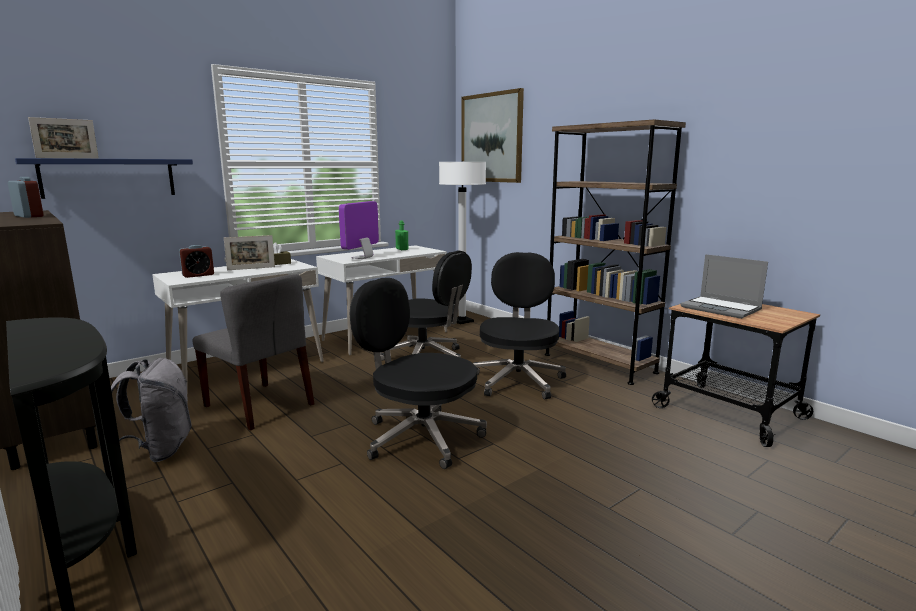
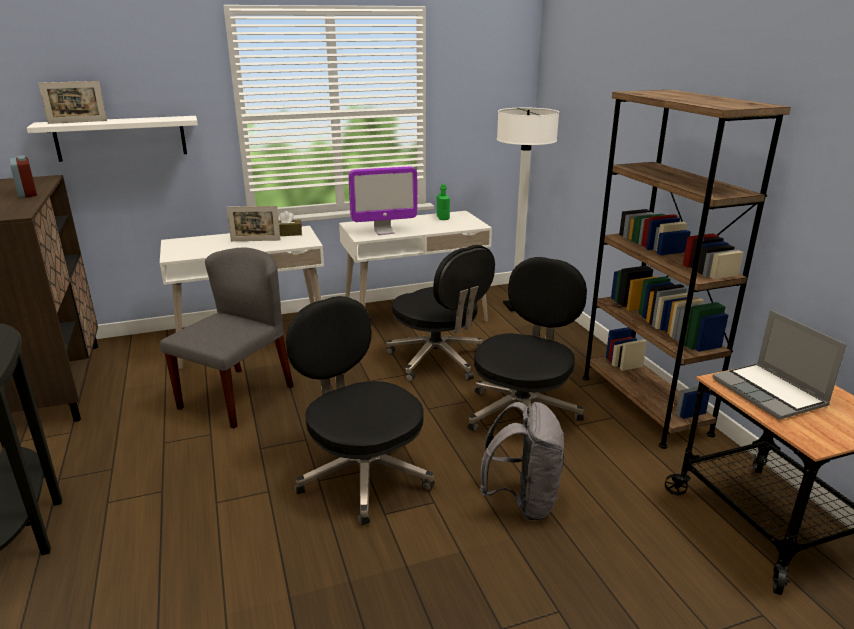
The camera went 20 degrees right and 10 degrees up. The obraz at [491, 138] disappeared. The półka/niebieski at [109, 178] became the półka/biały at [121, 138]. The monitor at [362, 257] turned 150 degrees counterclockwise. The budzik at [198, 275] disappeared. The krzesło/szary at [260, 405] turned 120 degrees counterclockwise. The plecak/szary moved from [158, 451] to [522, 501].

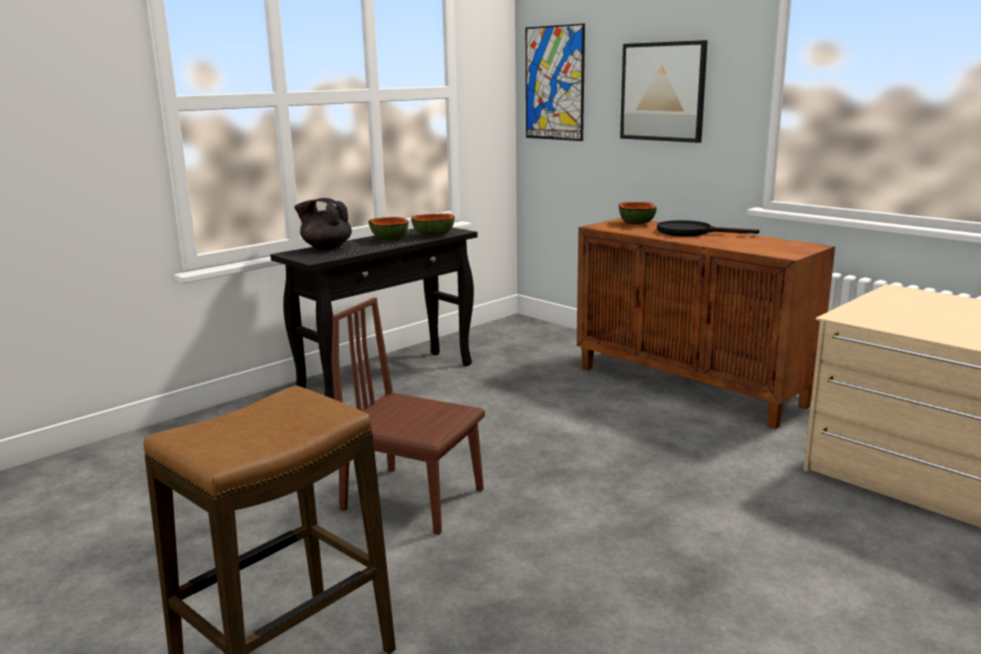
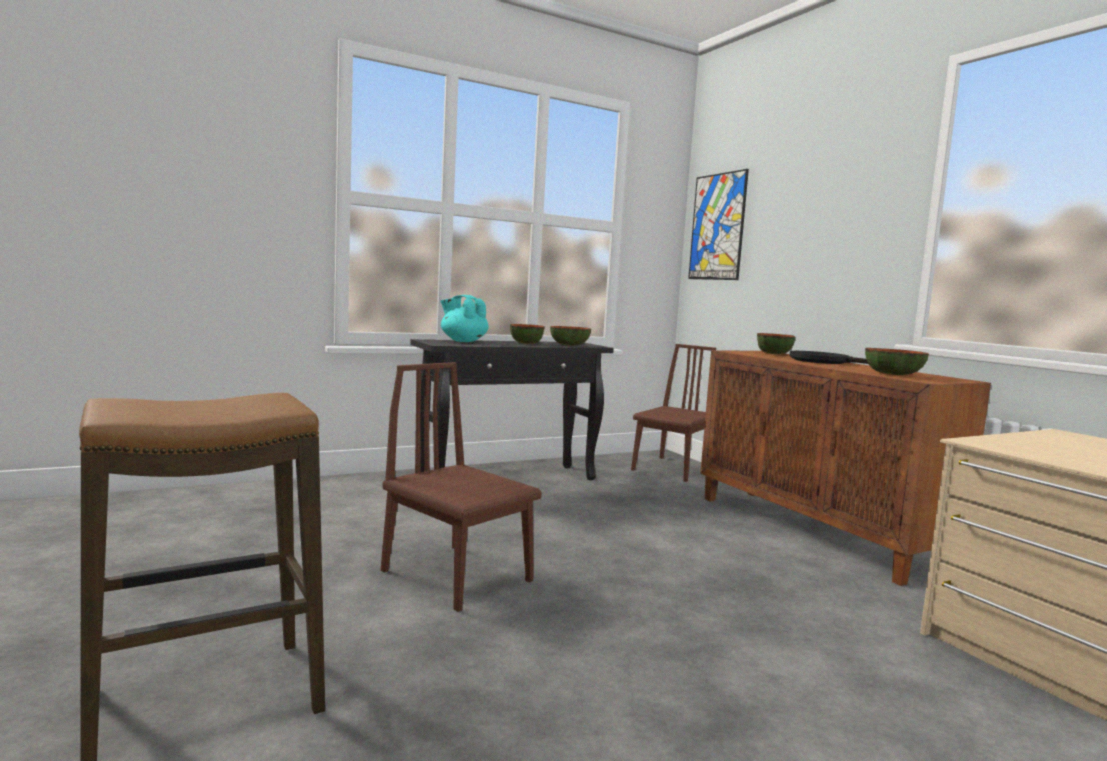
The camera went 15 degrees right and 10 degrees down. The obraz at [662, 92] disappeared. The imbryk/czarny at [326, 248] became the imbryk/turkusowy at [463, 341]. The krzesło/brązowy at [672, 469] appeared. The miska at [893, 374] appeared.

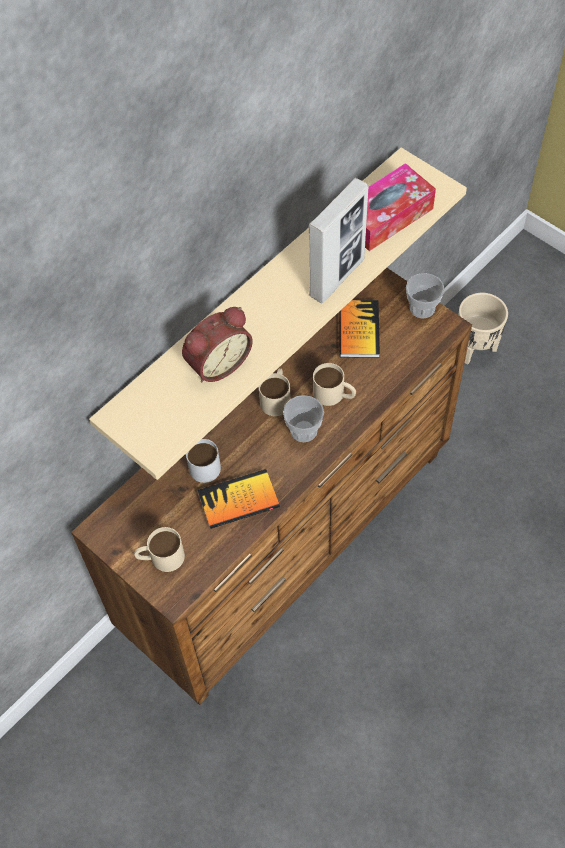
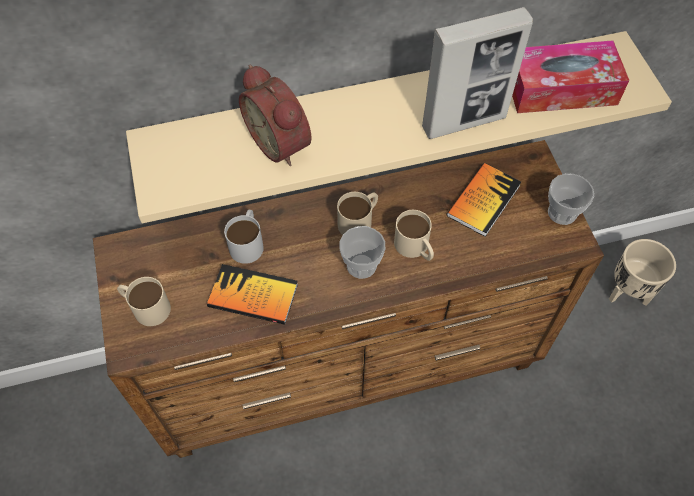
The camera went 30 degrees right and 0 degrees up. The budzik at [217, 362] turned 60 degrees clockwise.

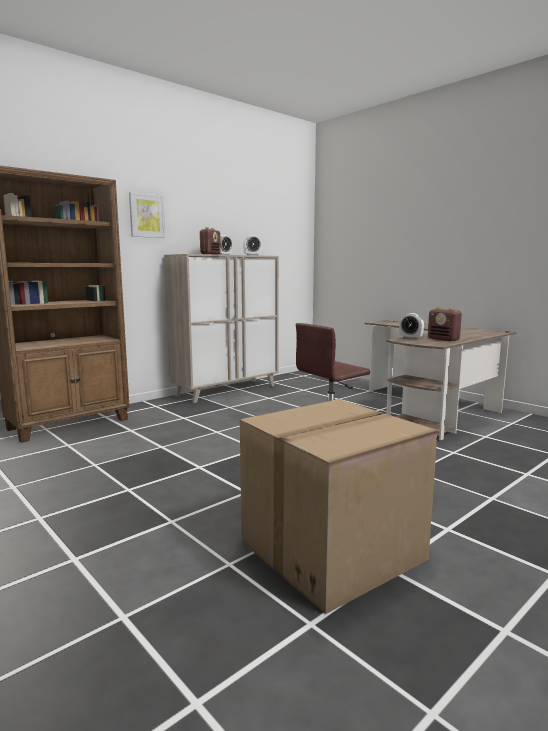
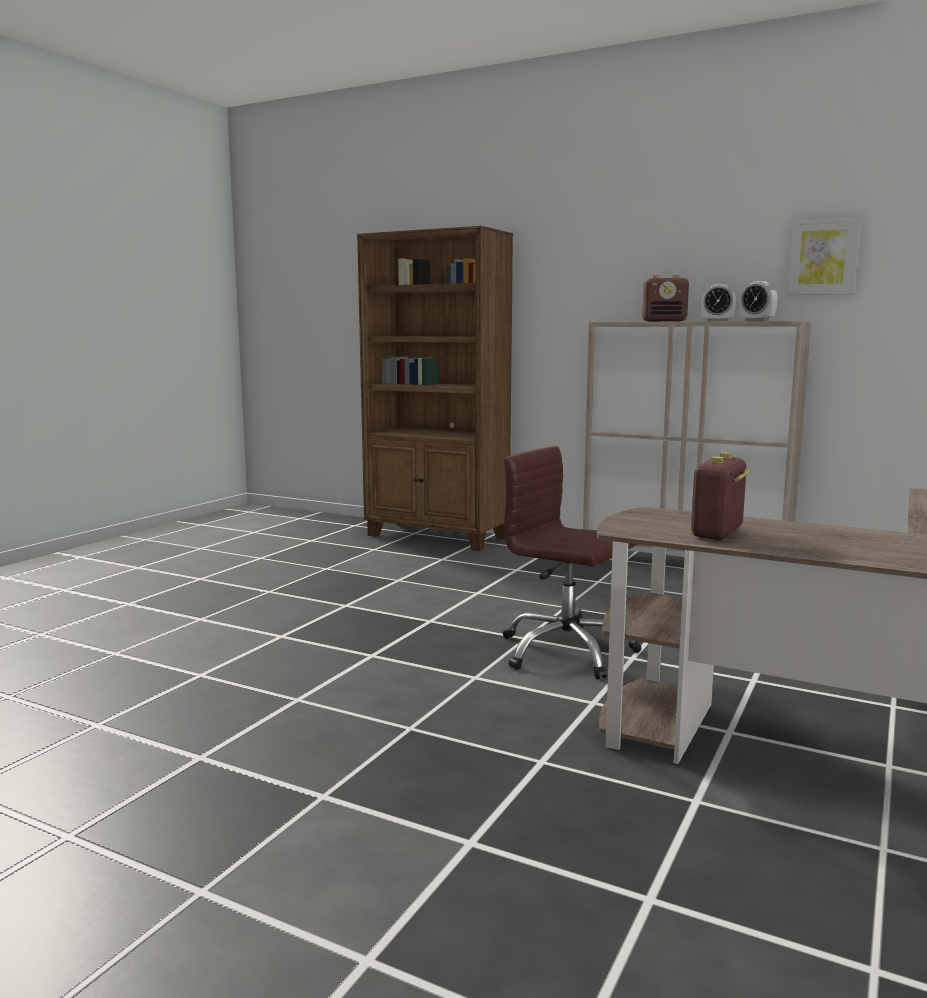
The camera went 70 degrees right and 0 degrees up. The obraz moved from [147, 215] to [822, 257]. The budzik at [410, 338] disappeared. The karton at [331, 552] disappeared.

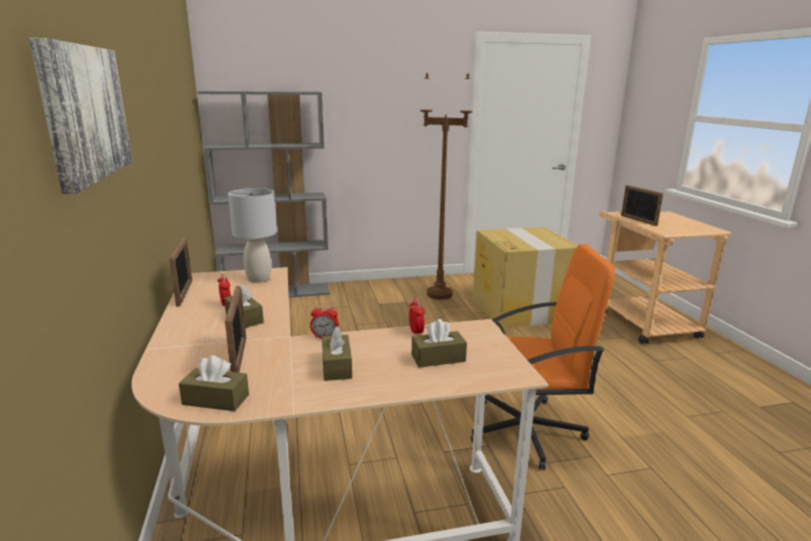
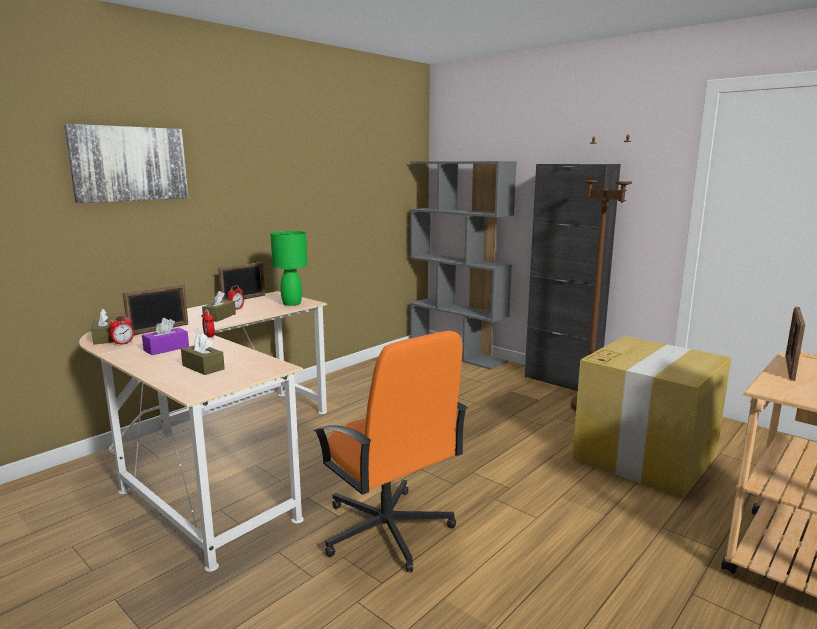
The camera went 55 degrees right and 5 degrees down. The lampa stołowa/szary at [258, 279] became the lampa stołowa/zielony at [291, 303]. The budzik moved from [416, 332] to [123, 343]. The pudełko chusteczek/brązowy at [336, 366] became the pudełko chusteczek/fioletowy at [166, 348]. The szafka/czarny at [561, 381] appeared.

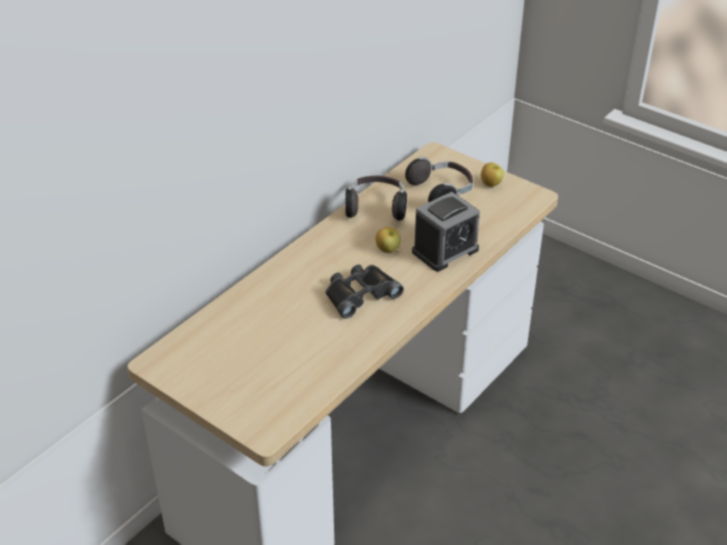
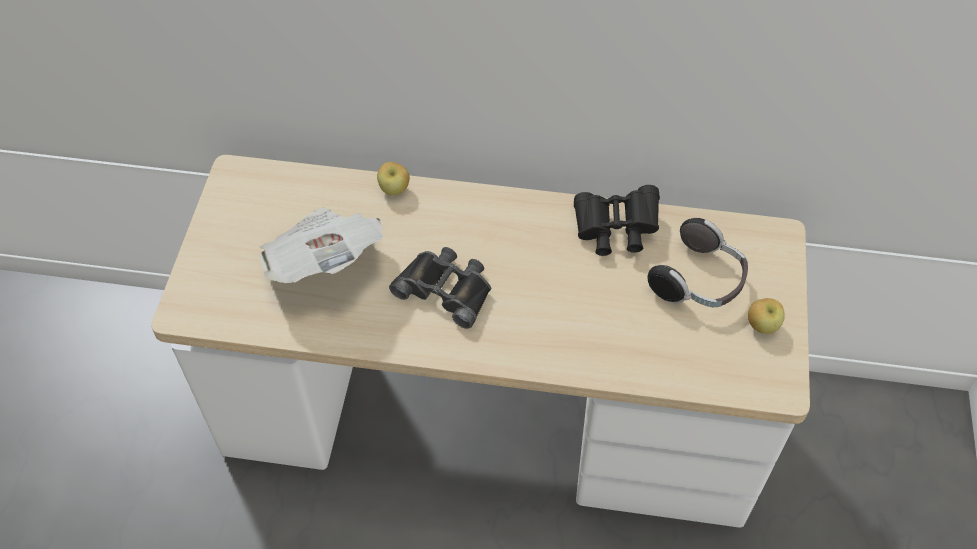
The camera went 60 degrees right and 15 degrees up. The słuchawki at [376, 208] was replaced by the lornetka/czarny at [615, 230]. The budzik at [445, 251] disappeared. The jabłko moved from [388, 250] to [394, 190]. The gazeta at [324, 262] appeared.

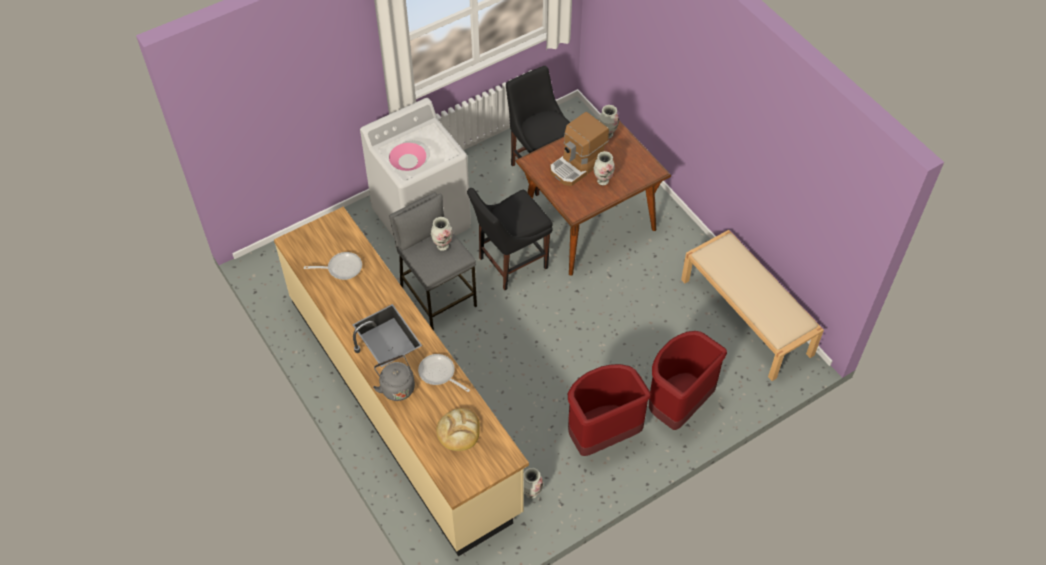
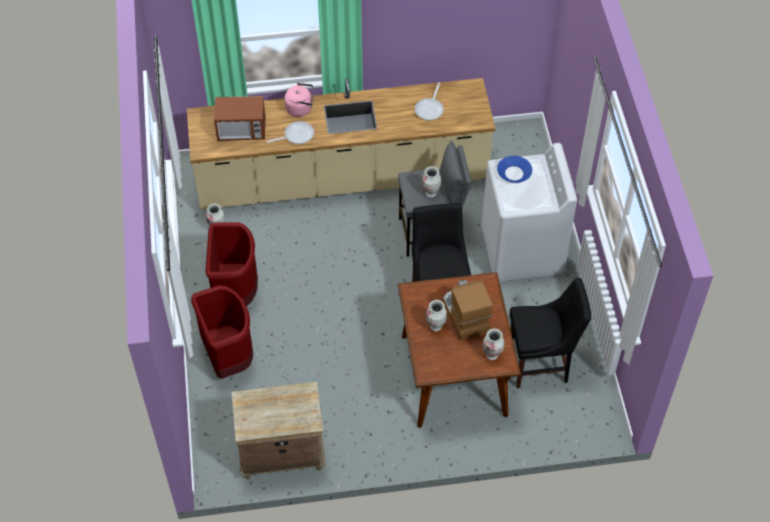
The camera went 115 degrees right and 0 degrees up. The miska/różowy at [408, 161] became the miska/niebieski at [514, 173]. The ławka/beżowy at [747, 317] was replaced by the szafka nocna/beżowy at [281, 453]. The czajnik/szary at [396, 387] became the czajnik/różowy at [301, 108]. The chleb at [458, 431] was replaced by the mikrofalówka at [241, 131].

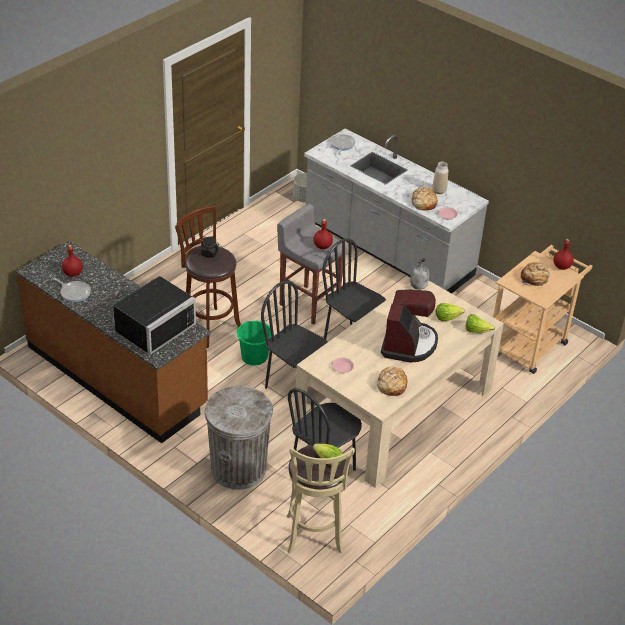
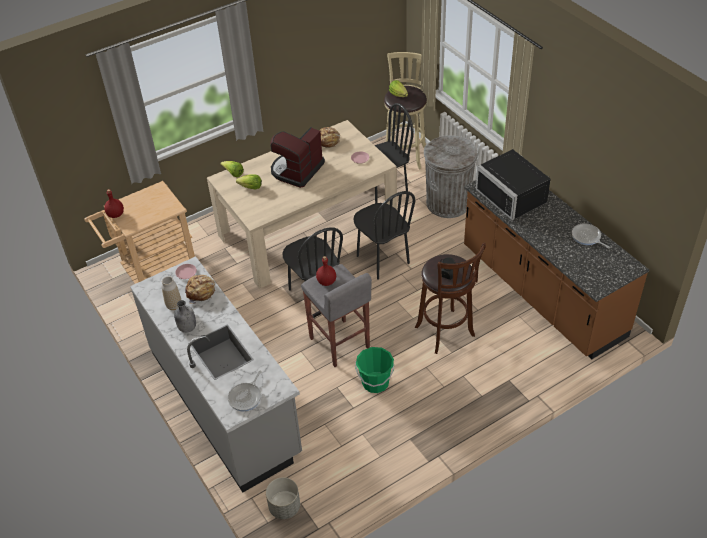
The camera went 160 degrees left and 5 degrees up. The butelka/czerwony at [73, 273] disappeared. The butelka/szary moved from [418, 286] to [187, 328]. The chleb at [534, 278] disappeared. The mikrofalówka/czarny at [152, 326] turned 90 degrees counterclockwise. The wiadro/zielony moved from [254, 357] to [375, 383].

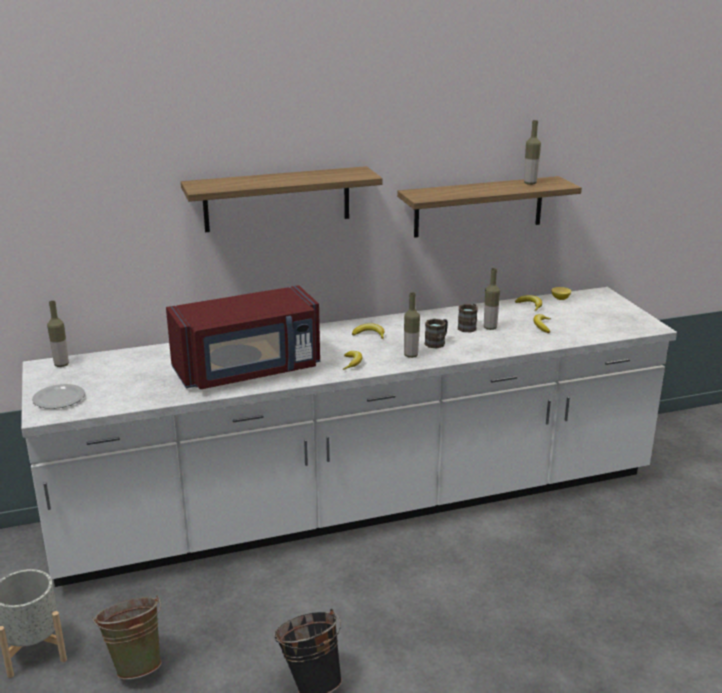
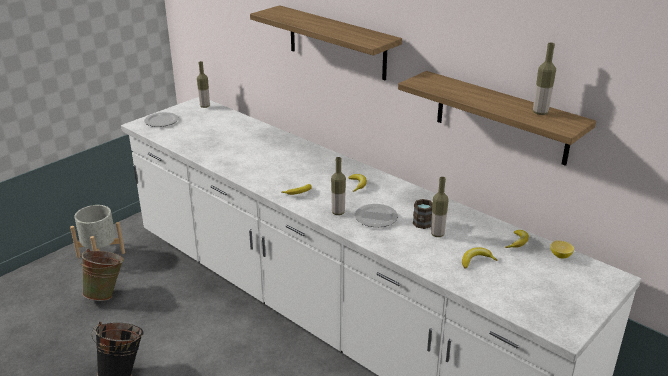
The camera went 60 degrees right and 5 degrees up. The mikrofalówka/czerwony at [248, 371] disappeared. The kubek/brązowy at [437, 342] was replaced by the talerz at [376, 217].

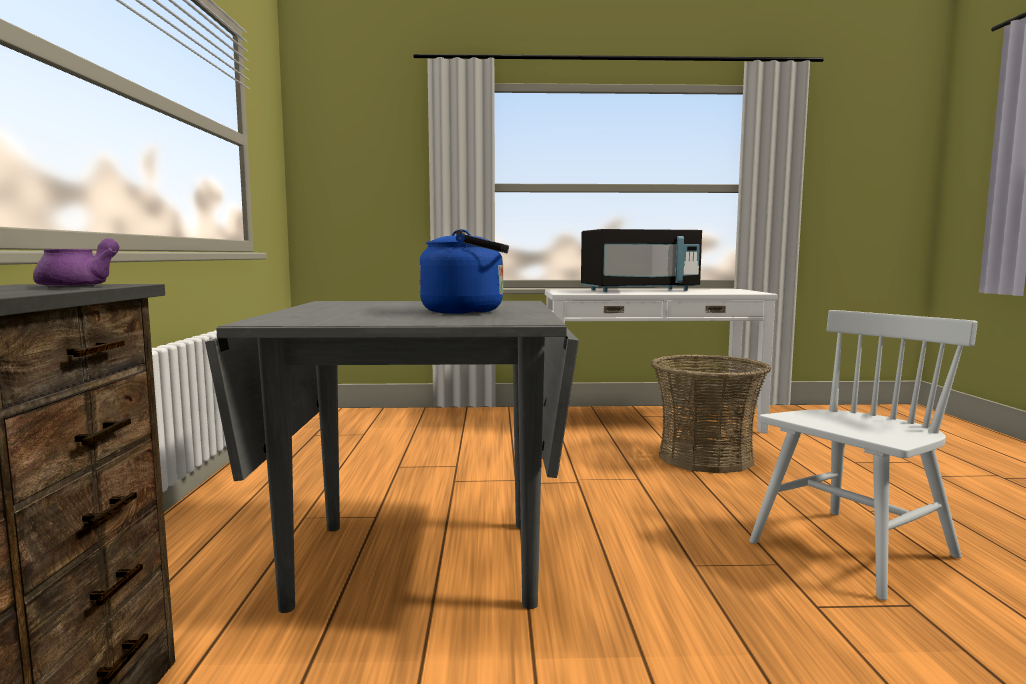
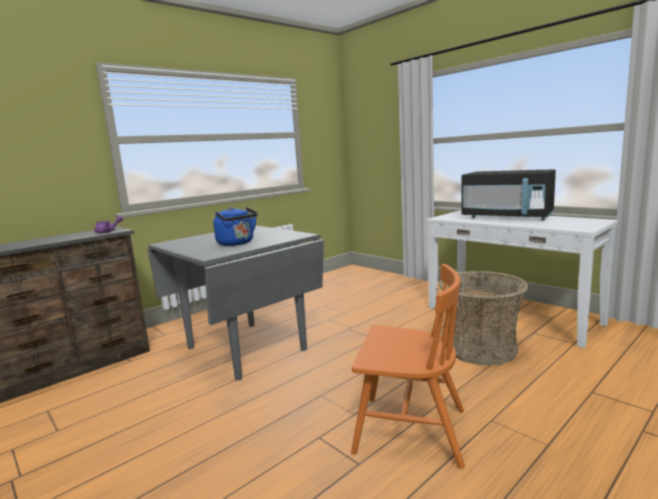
The camera went 50 degrees right and 5 degrees up. The krzesło/biały at [853, 550] became the krzesło/pomarańczowy at [409, 430].

